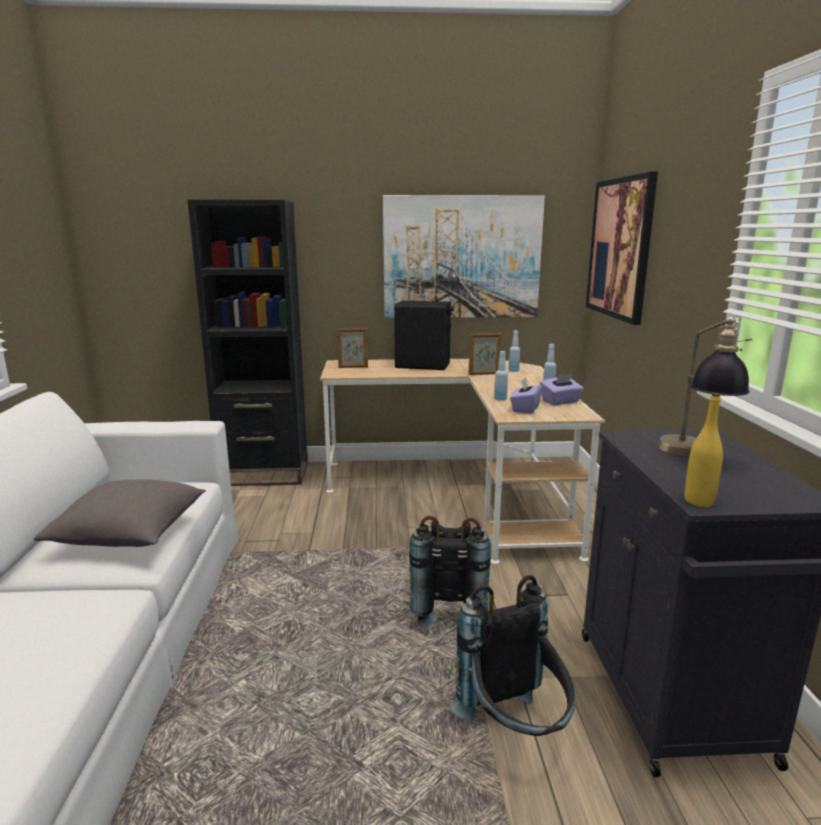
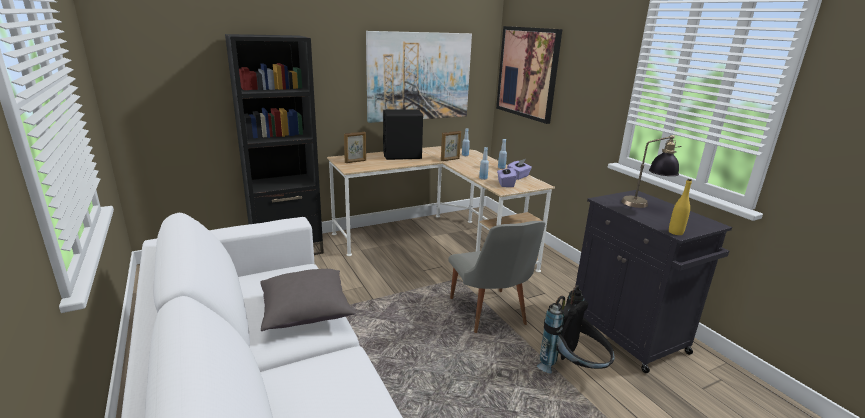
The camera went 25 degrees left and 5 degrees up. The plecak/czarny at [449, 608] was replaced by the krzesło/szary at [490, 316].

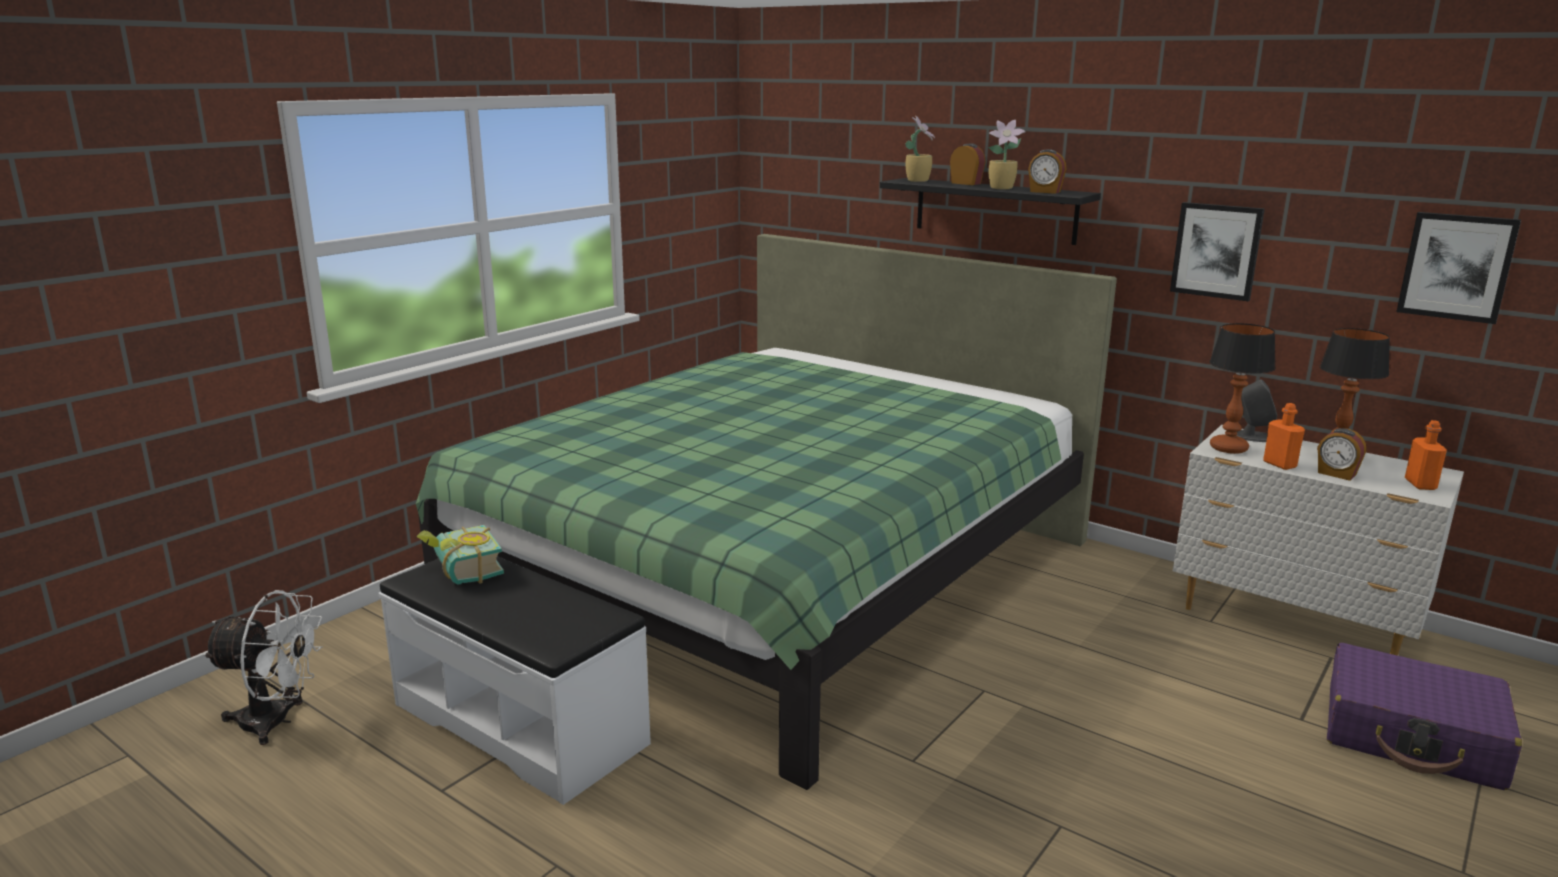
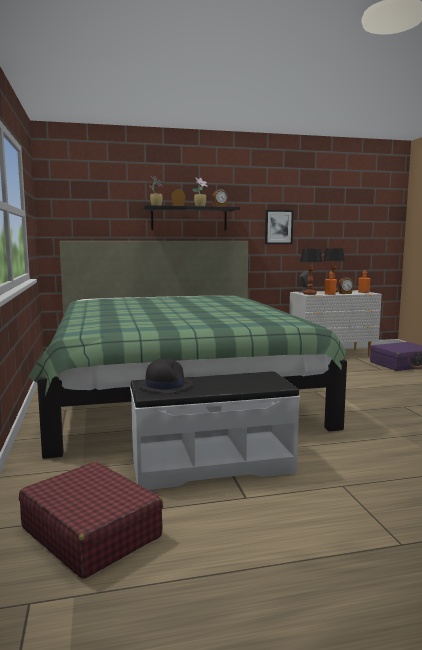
The camera went 50 degrees left and 10 degrees down. The obraz at [1457, 267] disappeared. The książka at [461, 572] was replaced by the kapelusz/czarny at [165, 385]. The wentylator/biały at [276, 722] was replaced by the walizka/czerwony at [91, 532].

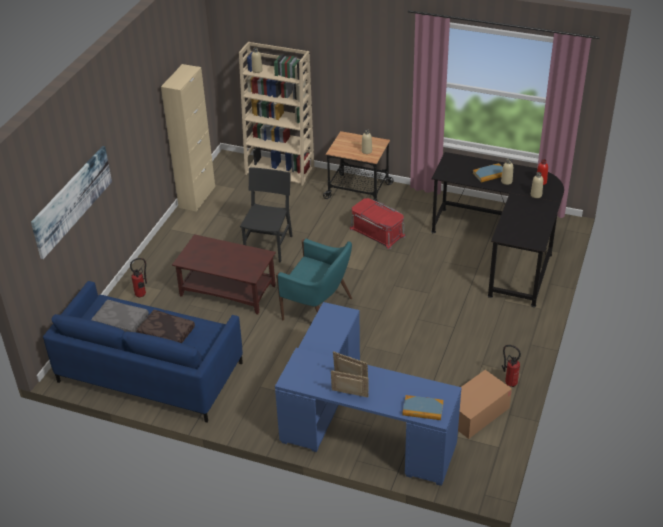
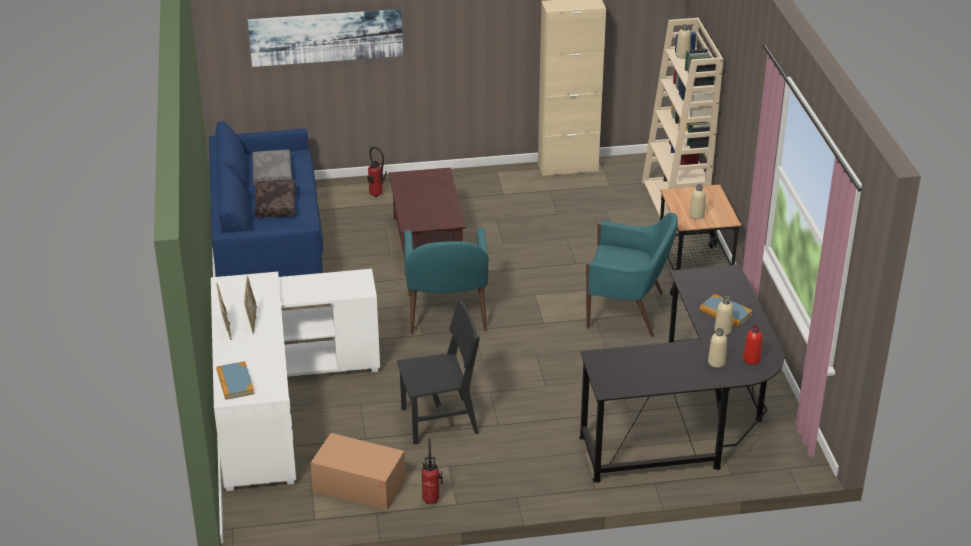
The camera went 60 degrees right and 5 degrees down. The krzesło/czarny moved from [269, 246] to [439, 421]. The pojemnik do przechowywania/czerwony at [378, 232] was replaced by the fotel/turkusowy at [627, 311]. The biurko/niebieski at [357, 427] became the biurko/biały at [277, 402].

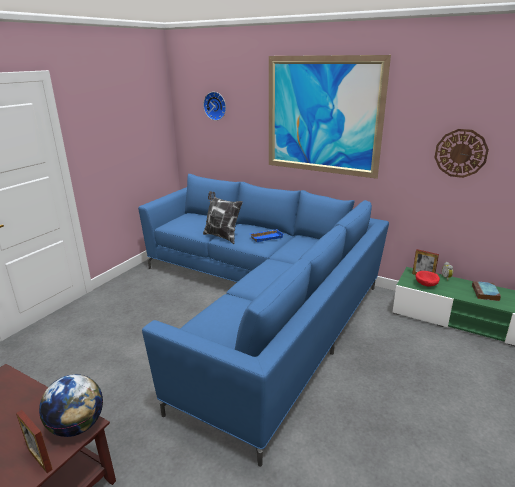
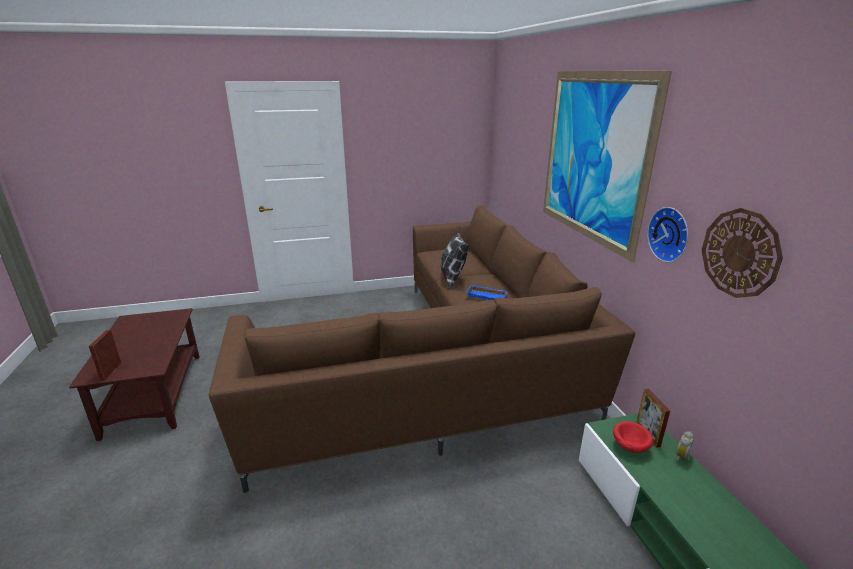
The camera went 45 degrees right and 0 degrees up. The zegar ścienny moved from [216, 106] to [670, 234]. The kanapa/niebieski at [260, 306] became the kanapa/brązowy at [449, 370]. The książka at [485, 293] disappeared. The globus at [77, 426] disappeared.

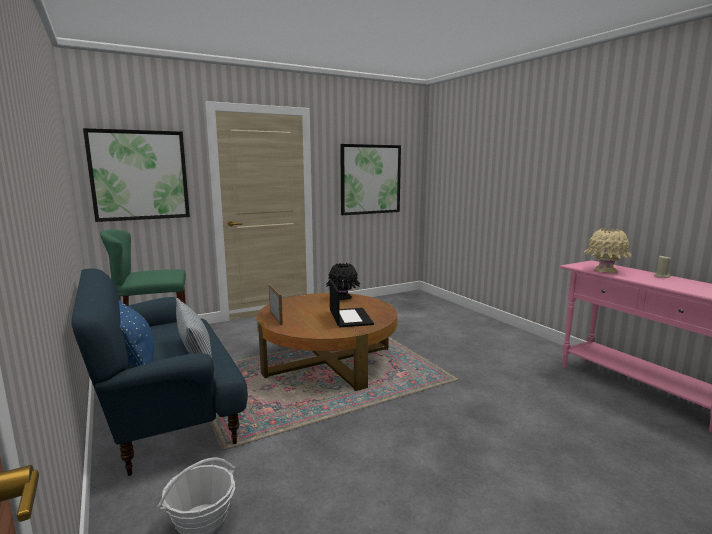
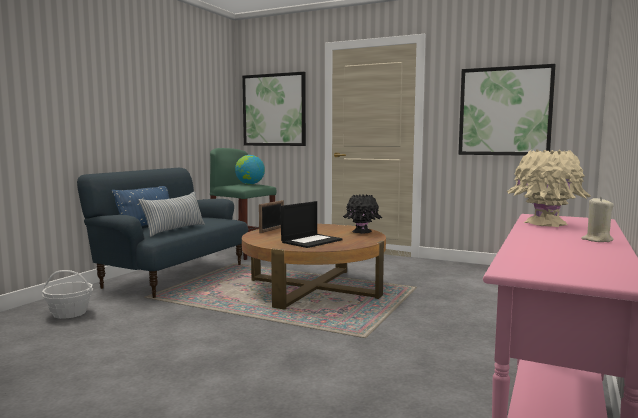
The camera went 55 degrees right and 5 degrees down. The globus at [250, 184] appeared.

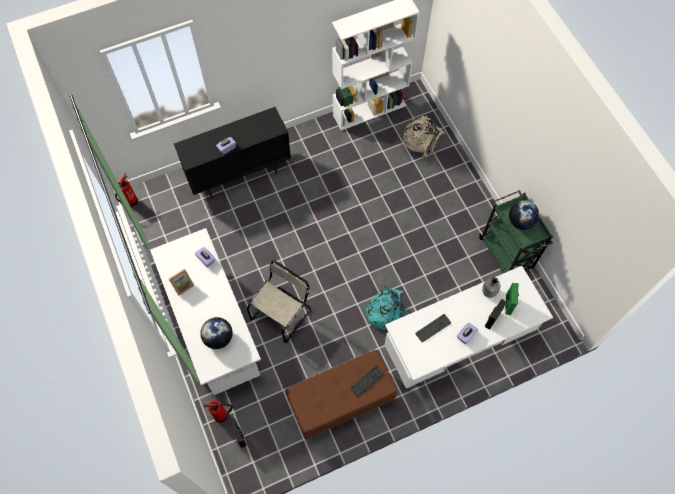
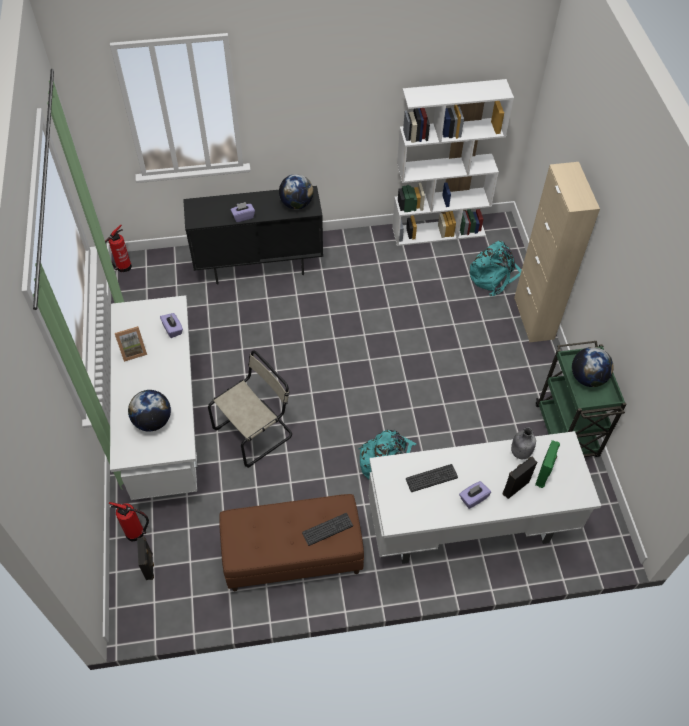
The camera went 15 degrees right and 10 degrees down. The plecak/beżowy at [422, 139] became the plecak/turkusowy at [494, 276]. The szafka/beżowy at [533, 318] appeared. The globus at [296, 204] appeared.

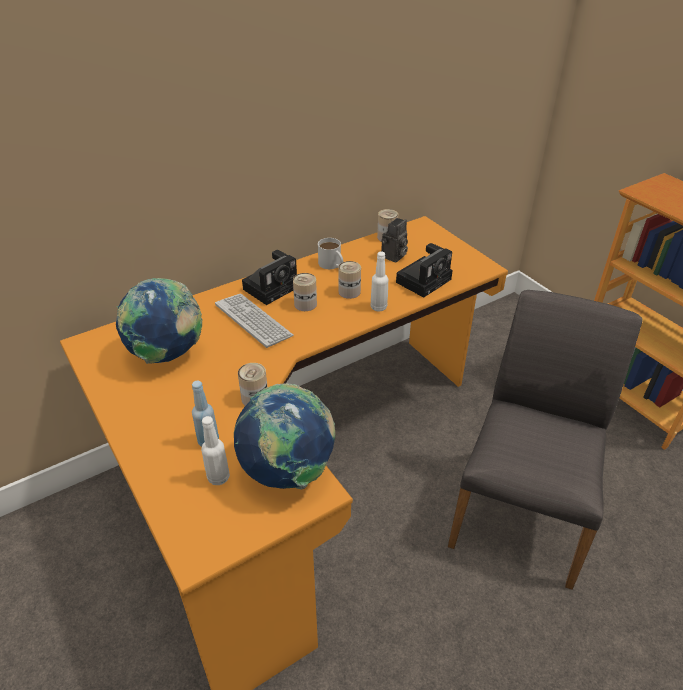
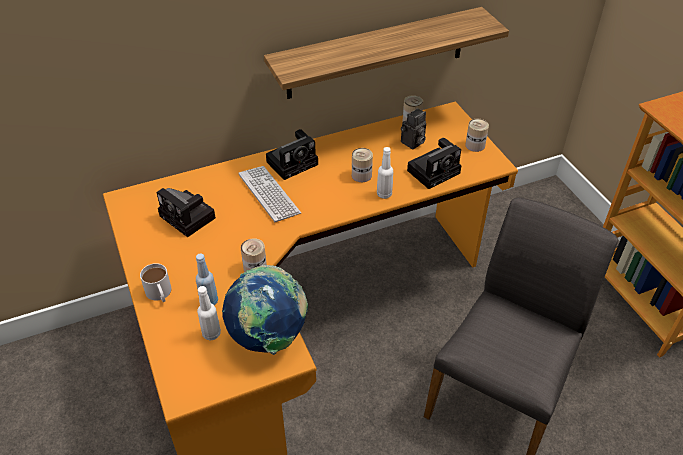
The camera went 10 degrees right and 5 degrees up. The kubek/biały moved from [332, 265] to [160, 294]. The puszka moved from [305, 304] to [475, 145]. The globus at [167, 354] was replaced by the aparat fotograficzny at [189, 218]. The półka at [376, 53] appeared.

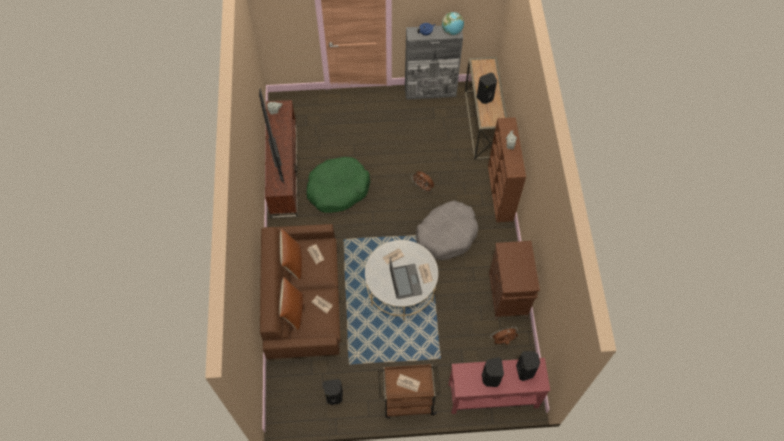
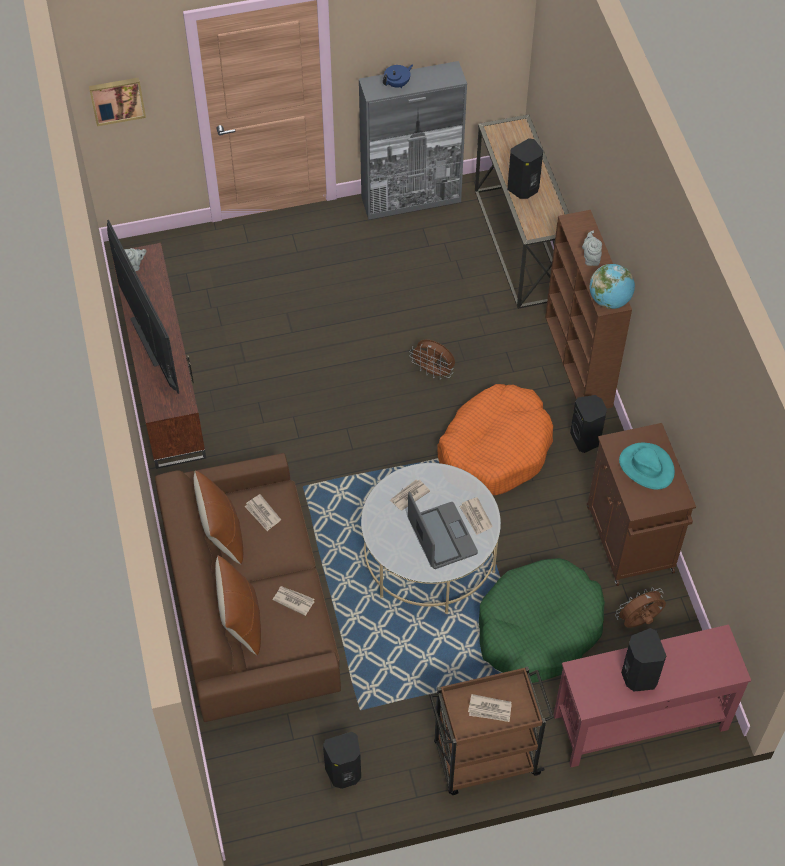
The camera went 10 degrees left and 5 degrees down. The globus moved from [452, 31] to [609, 300]. The legowisko/zielony moved from [338, 189] to [538, 629]. The legowisko/szary at [446, 234] became the legowisko/pomarańczowy at [494, 449]. The głośnik/czarny moved from [525, 371] to [586, 439]. The obraz at [117, 99] appeared. The kapelusz/turkusowy at [646, 467] appeared.

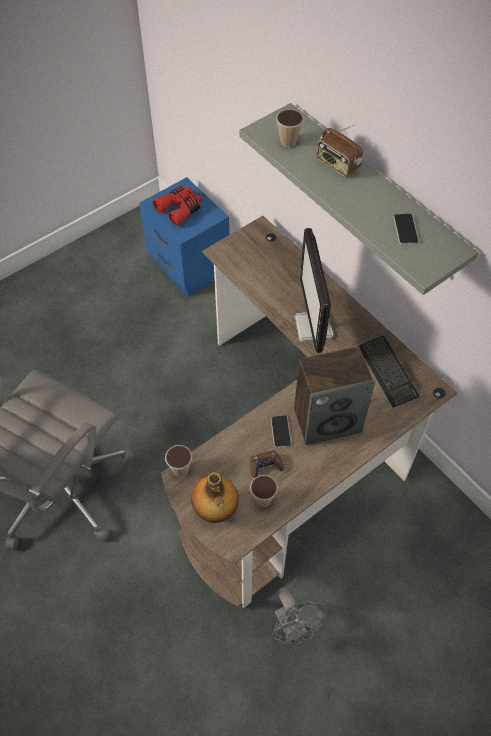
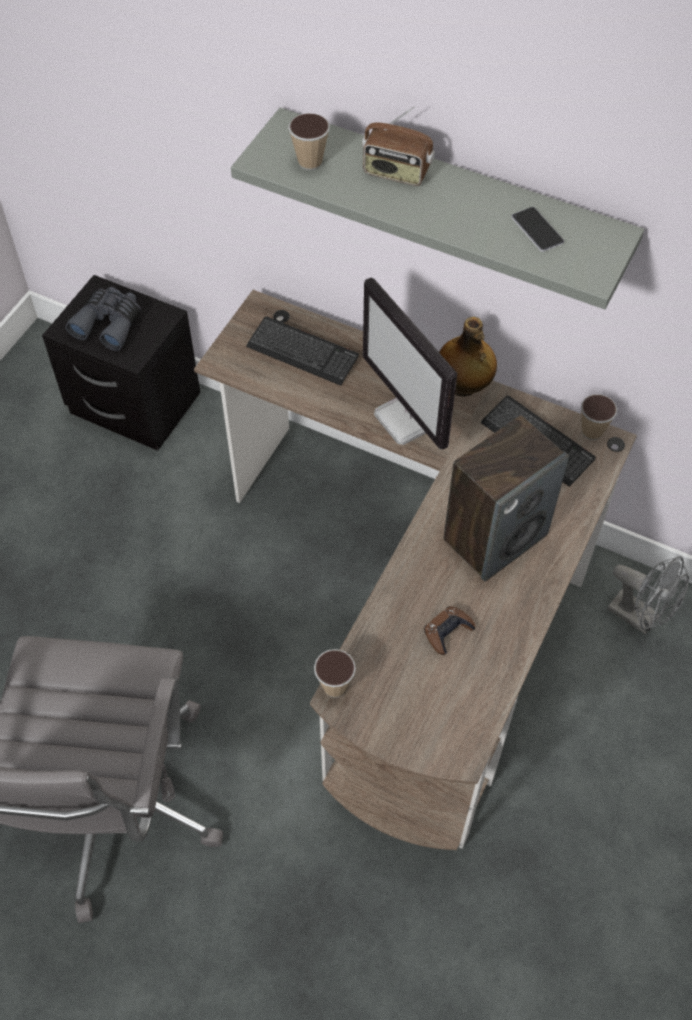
The camera went 25 degrees left and 0 degrees up. The szafka nocna/niebieski at [187, 265] became the szafka nocna/czarny at [133, 406]. The lornetka/czerwony at [180, 209] became the lornetka/szary at [109, 323]. The telefon at [280, 431] disappeared. The butelka moved from [215, 509] to [463, 387]. The filiżanka moved from [263, 499] to [592, 431]. The wentylator/szary moved from [294, 628] to [640, 617]. The klawiatura at [302, 352] appeared.

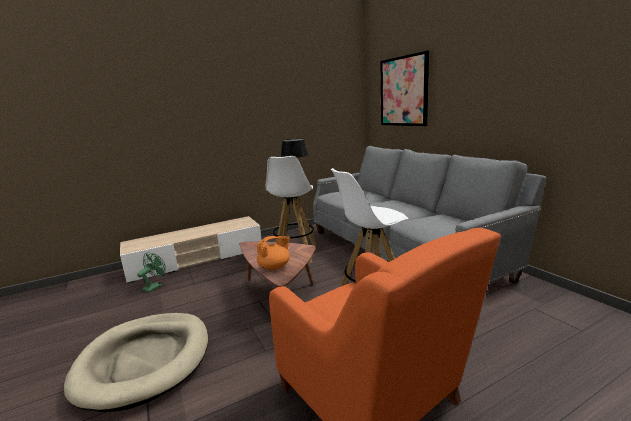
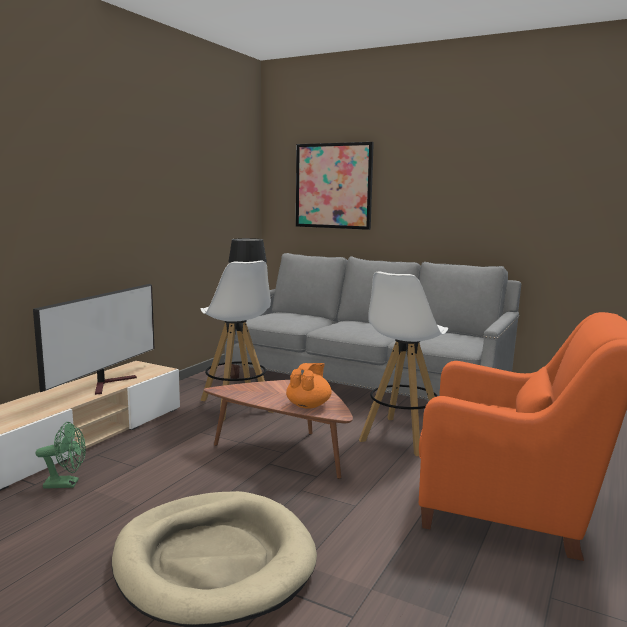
The camera went 35 degrees left and 5 degrees down. The wentylator/zielony at [155, 286] turned 90 degrees clockwise. The telewizor at [109, 383] appeared.

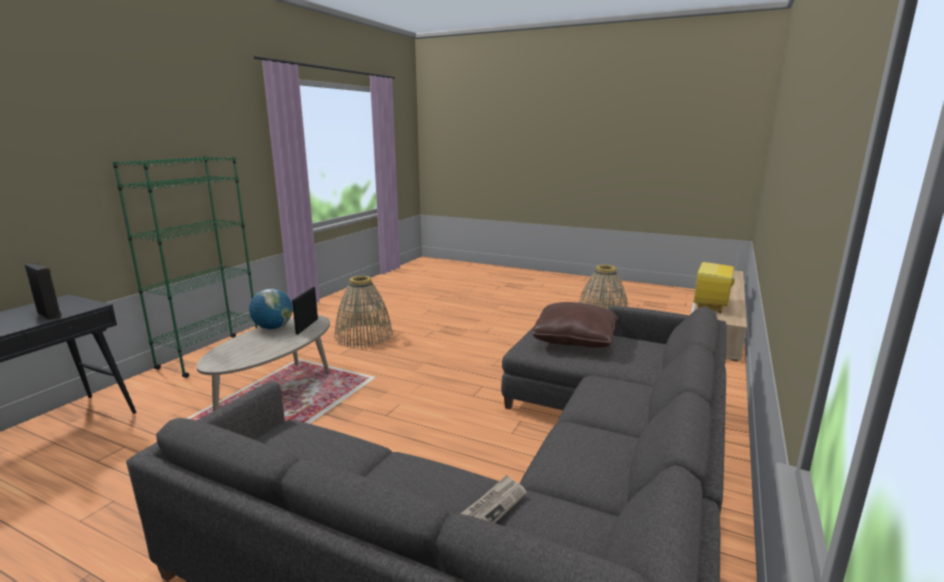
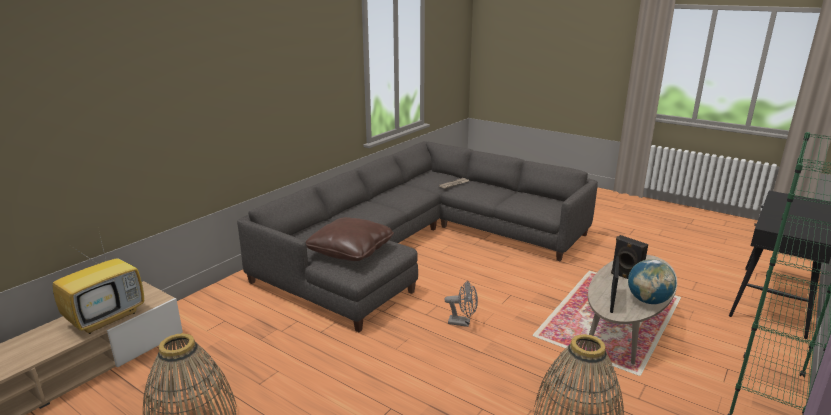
The camera went 170 degrees left and 5 degrees up. The głośnik/czarny moved from [50, 314] to [625, 277]. The wentylator/szary at [462, 322] appeared.

